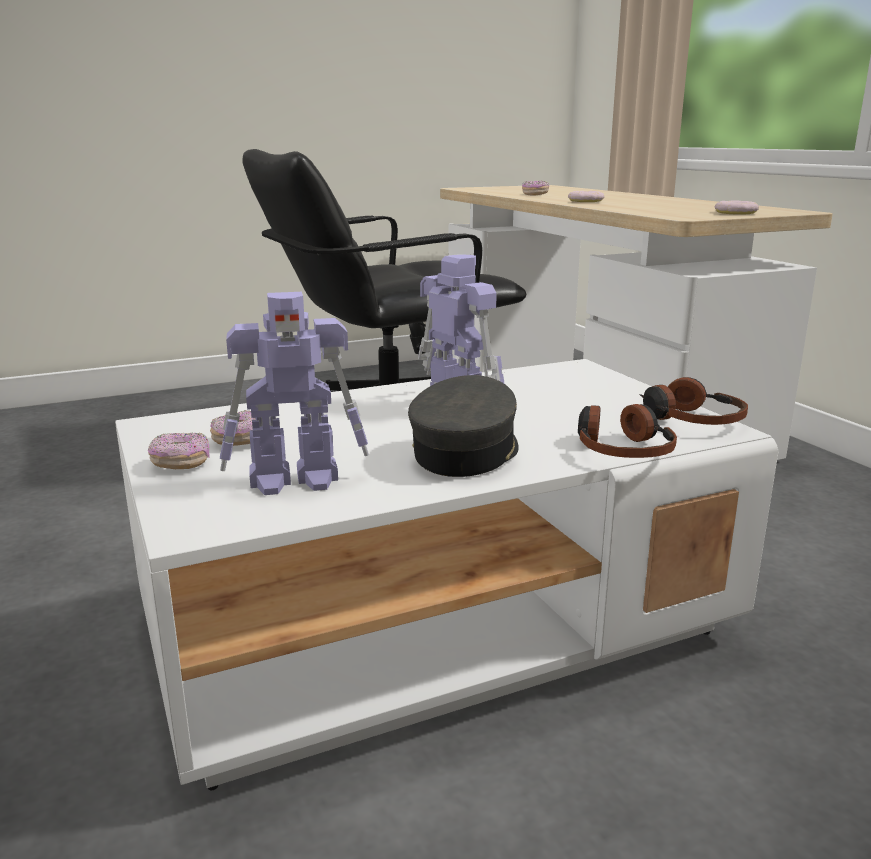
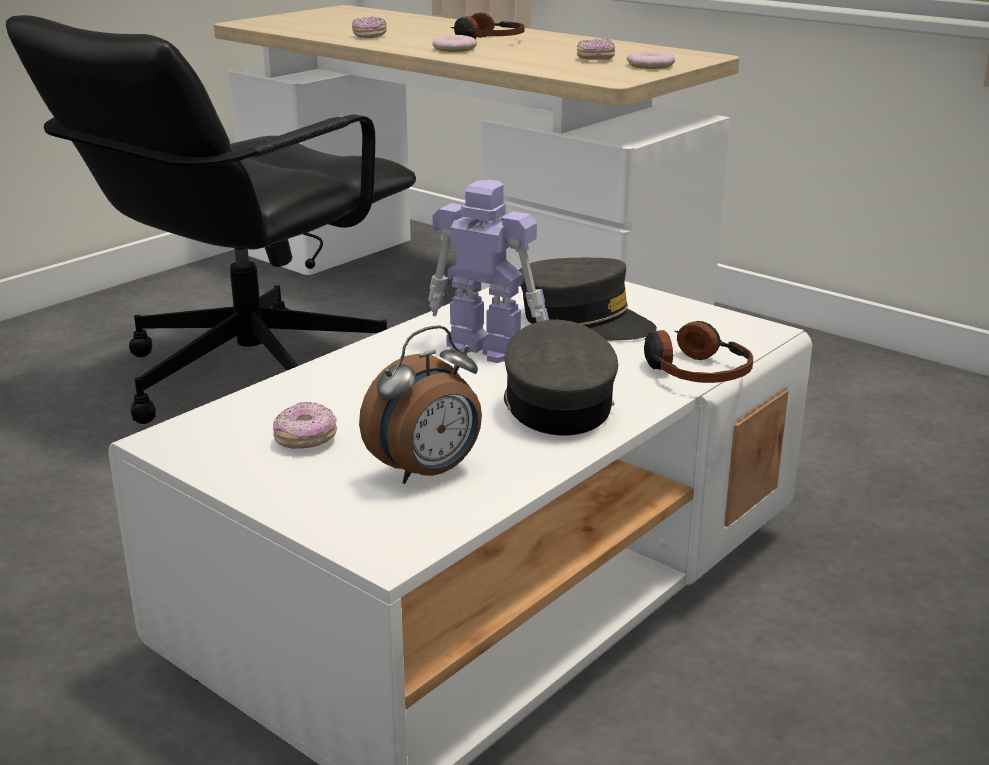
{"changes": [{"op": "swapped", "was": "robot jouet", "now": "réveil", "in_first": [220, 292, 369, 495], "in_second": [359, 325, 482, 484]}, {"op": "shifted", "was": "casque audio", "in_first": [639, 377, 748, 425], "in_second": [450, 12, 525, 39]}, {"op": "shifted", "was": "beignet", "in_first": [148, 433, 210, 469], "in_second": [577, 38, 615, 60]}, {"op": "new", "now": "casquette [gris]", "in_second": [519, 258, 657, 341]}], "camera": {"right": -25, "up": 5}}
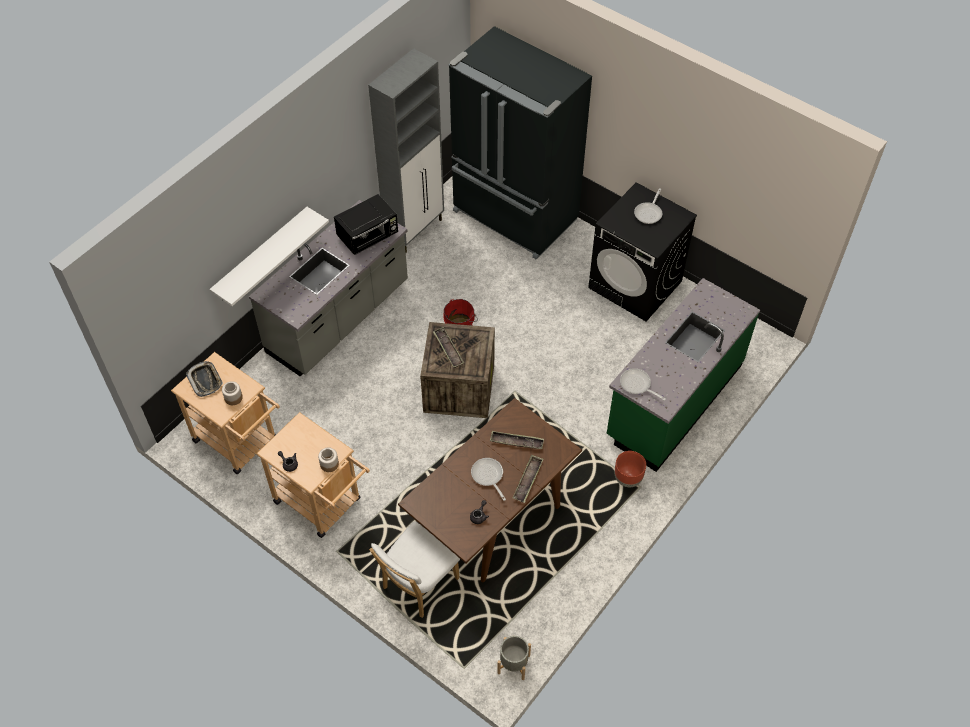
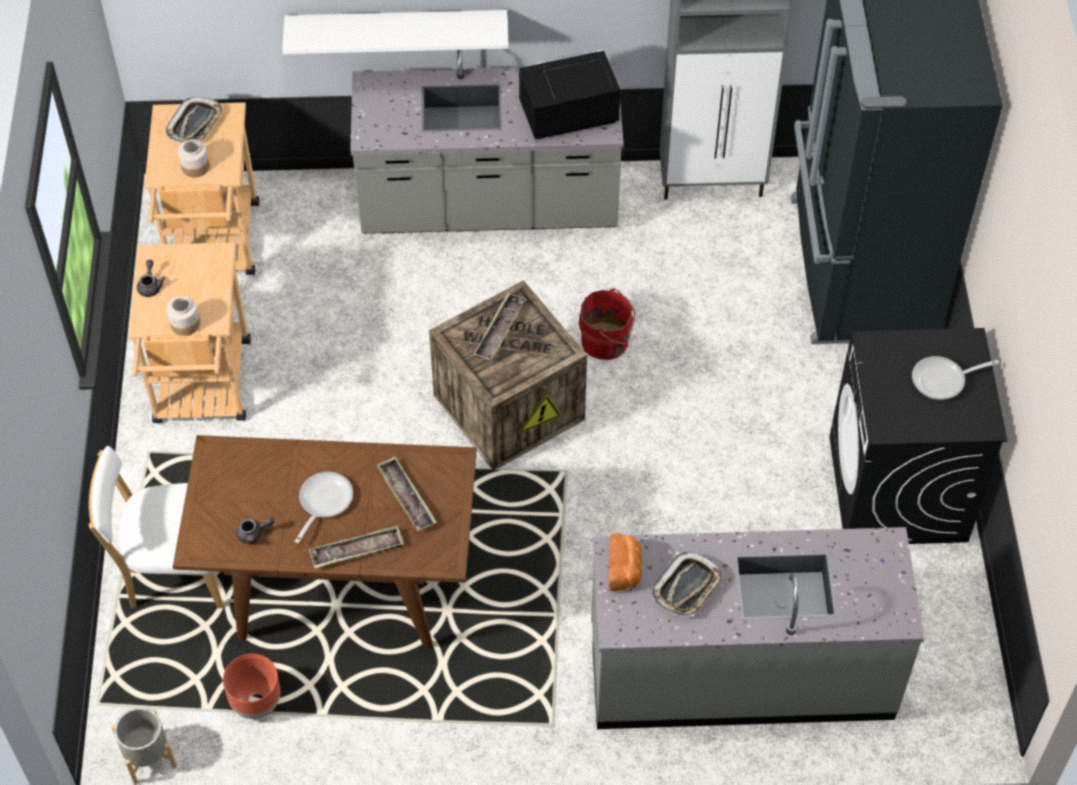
{"changes": [{"op": "rotated", "was": "micro-ondes [noir]", "in_first": [334, 194, 398, 255], "in_second": [519, 50, 621, 139], "clockwise": 150}, {"op": "repainted", "was": "comptoir de cuisine [vert]", "now": "comptoir de cuisine [gris]", "in_first": [607, 278, 760, 472], "in_second": [591, 527, 924, 729]}, {"op": "swapped", "was": "poêle", "now": "pain", "in_first": [620, 368, 666, 401], "in_second": [609, 533, 642, 591]}, {"op": "shifted", "was": "cache-pot [marron]", "in_first": [615, 451, 646, 487], "in_second": [223, 654, 280, 719]}, {"op": "new", "now": "plateau", "in_second": [652, 551, 722, 616]}], "camera": {"right": 50, "up": 0}}
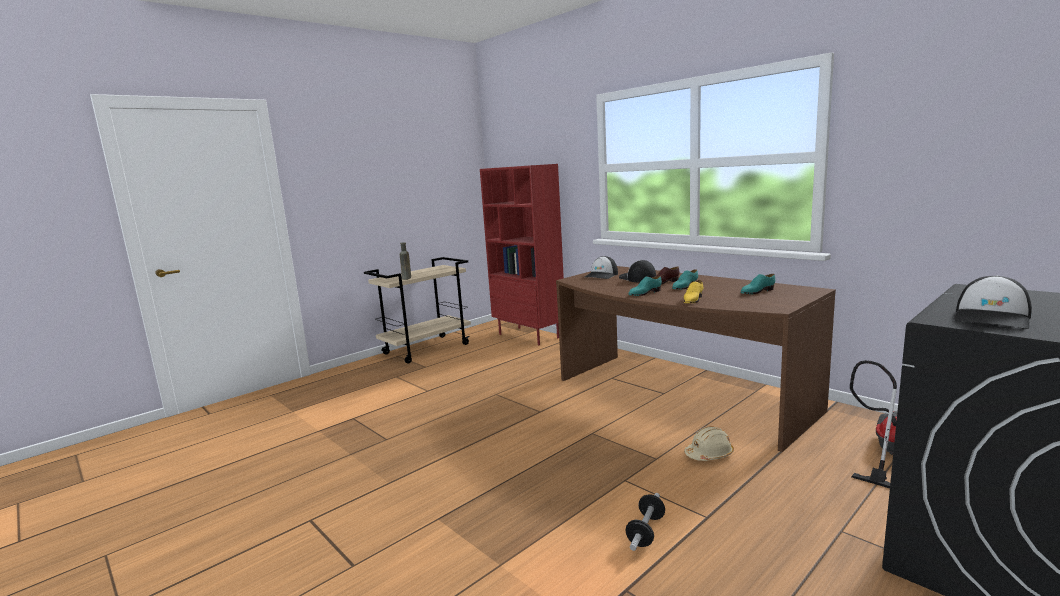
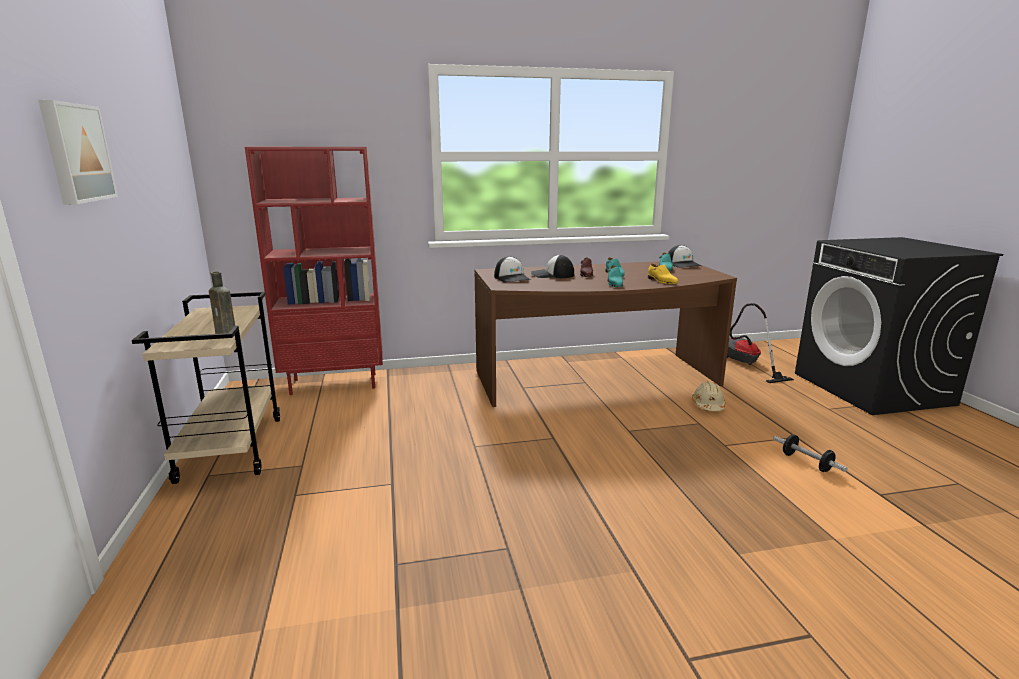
{"changes": [{"op": "shifted", "was": "casquette", "in_first": [954, 275, 1032, 329], "in_second": [668, 245, 701, 268]}, {"op": "new", "now": "tableau", "in_second": [38, 100, 118, 205]}], "camera": {"right": -60, "up": 5}}
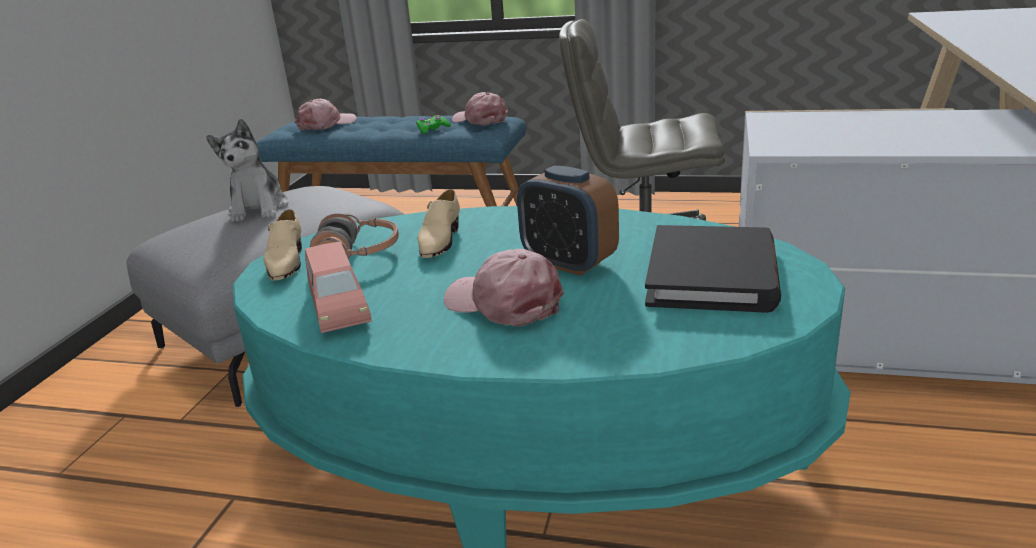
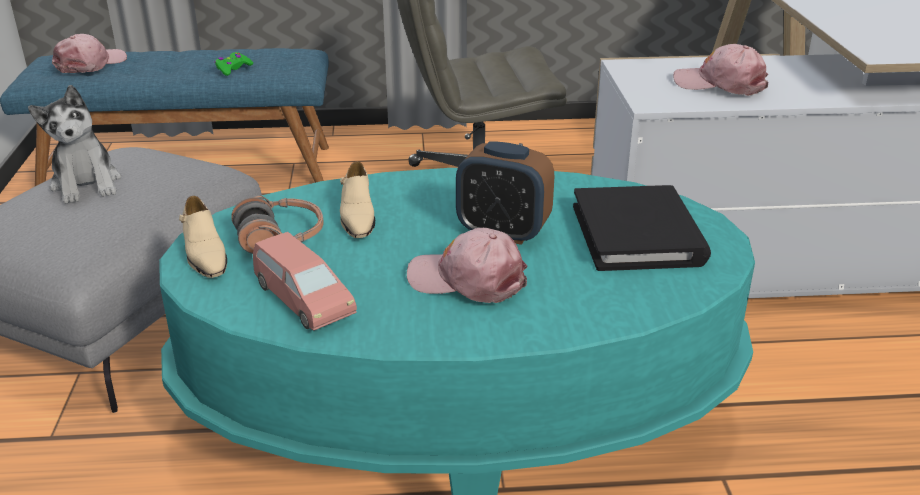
{"changes": [{"op": "shifted", "was": "casquette [rose]", "in_first": [452, 92, 508, 126], "in_second": [674, 44, 768, 96]}], "camera": {"right": -20, "up": 5}}
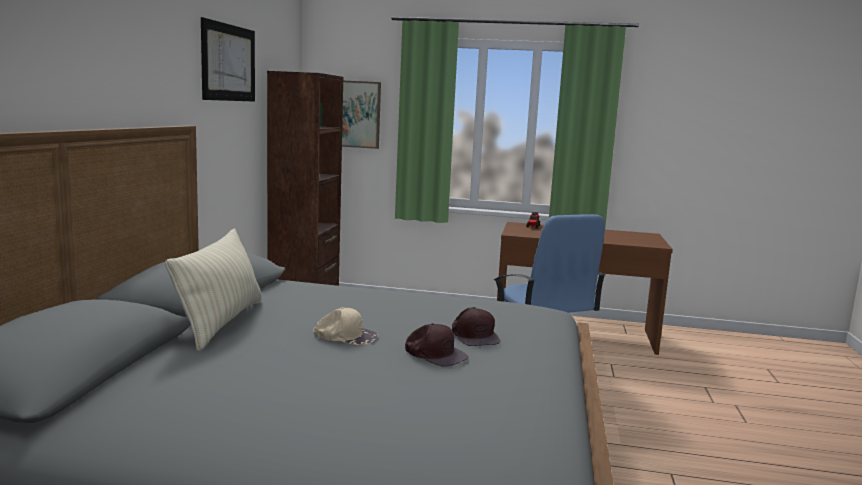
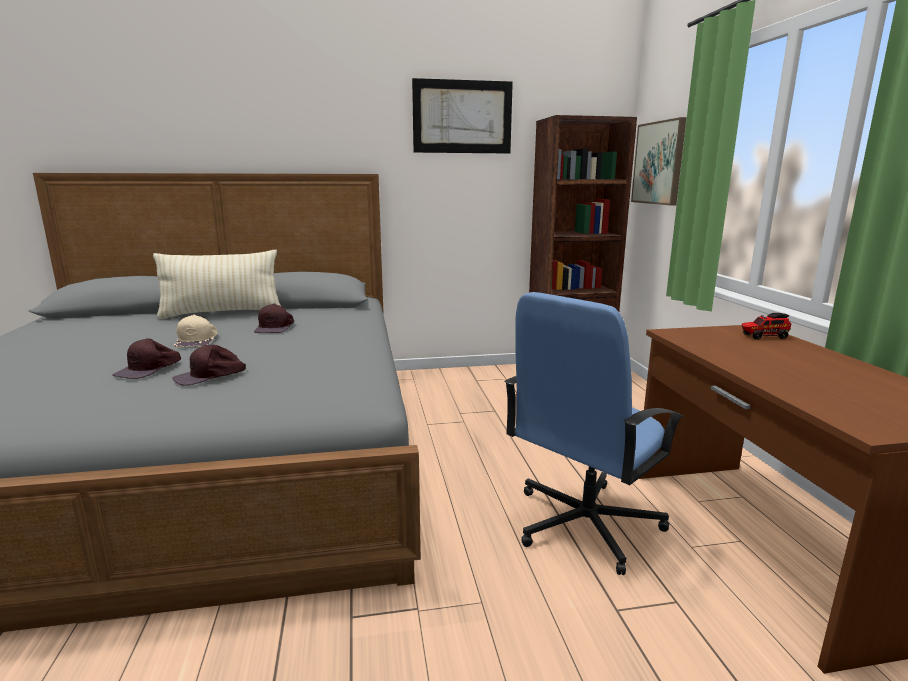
{"changes": [{"op": "new", "now": "casquette [marron]", "in_second": [254, 304, 294, 333]}], "camera": {"right": 70, "up": 5}}
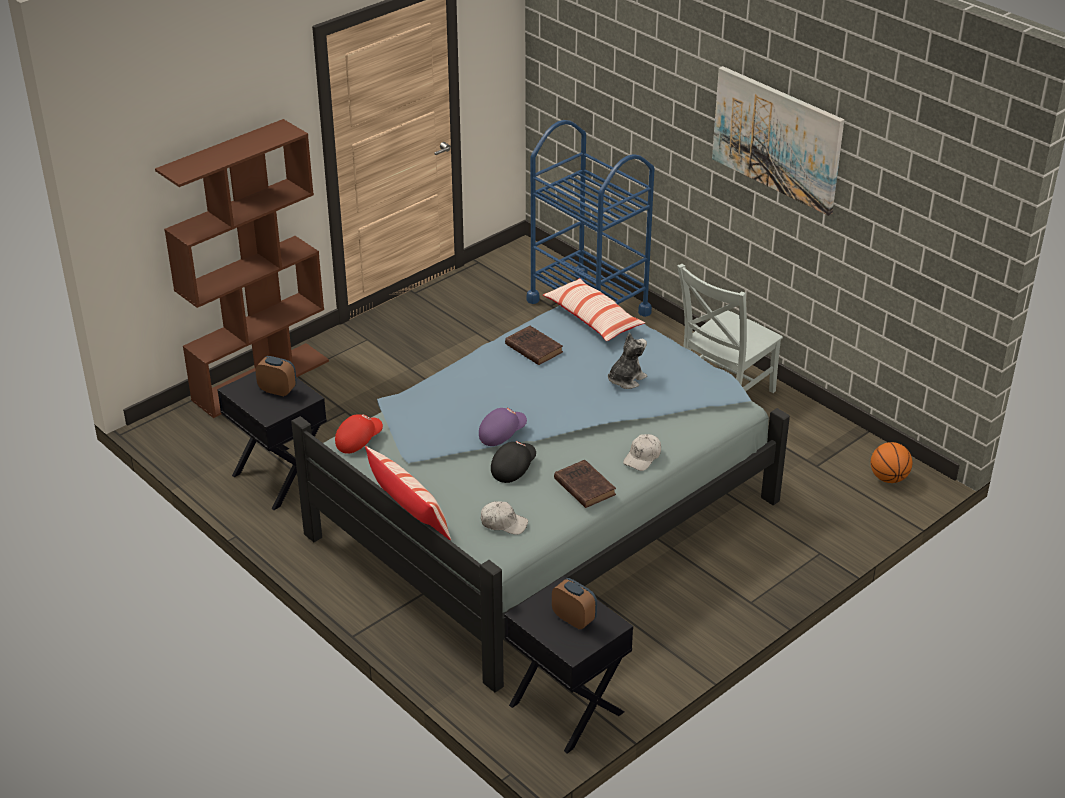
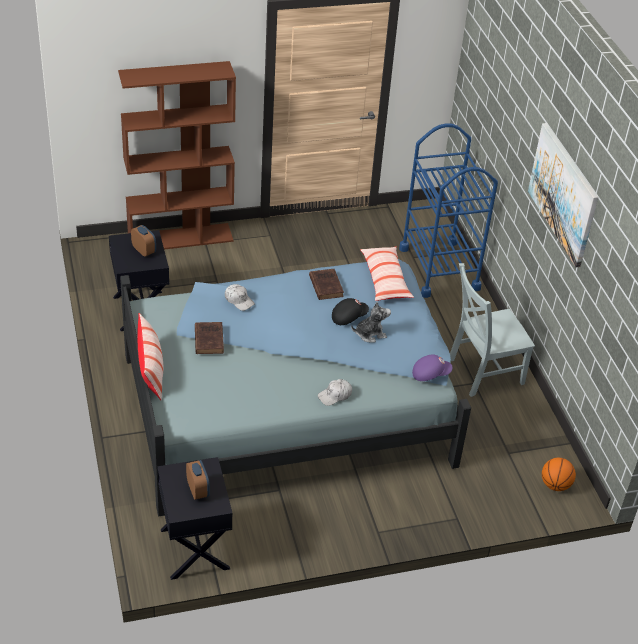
{"changes": [{"op": "shifted", "was": "casquette [violet]", "in_first": [479, 408, 527, 446], "in_second": [412, 354, 452, 381]}, {"op": "gone", "was": "casquette [rouge]", "in_first": [335, 414, 383, 454]}, {"op": "shifted", "was": "casquette [noir]", "in_first": [491, 441, 536, 483], "in_second": [332, 298, 369, 325]}, {"op": "shifted", "was": "livre [marron]", "in_first": [554, 460, 616, 508], "in_second": [195, 322, 224, 354]}, {"op": "shifted", "was": "casquette [blanc]", "in_first": [481, 501, 528, 535], "in_second": [225, 284, 255, 311]}], "camera": {"right": 25, "up": 5}}
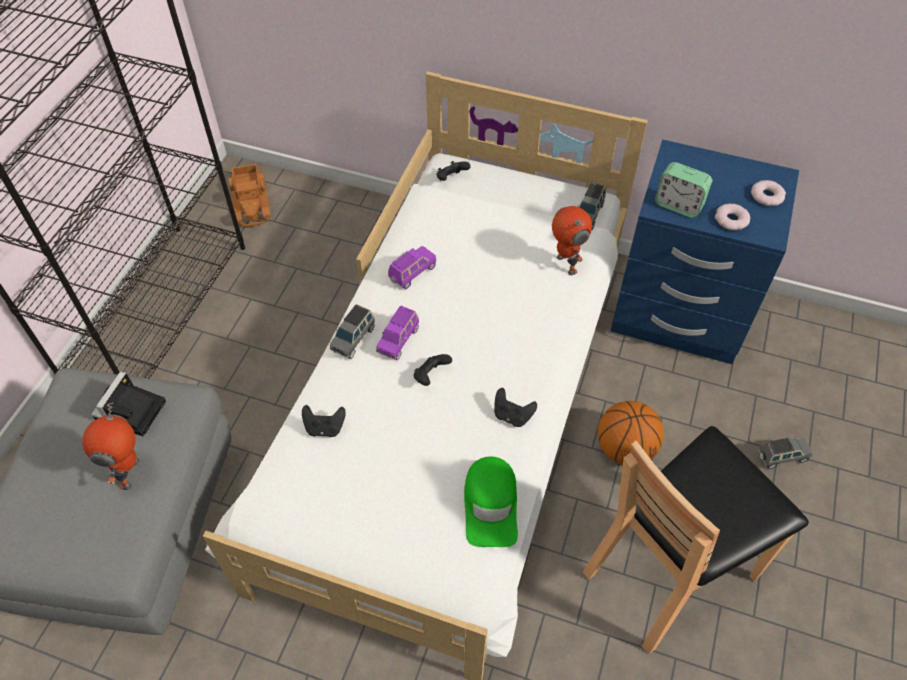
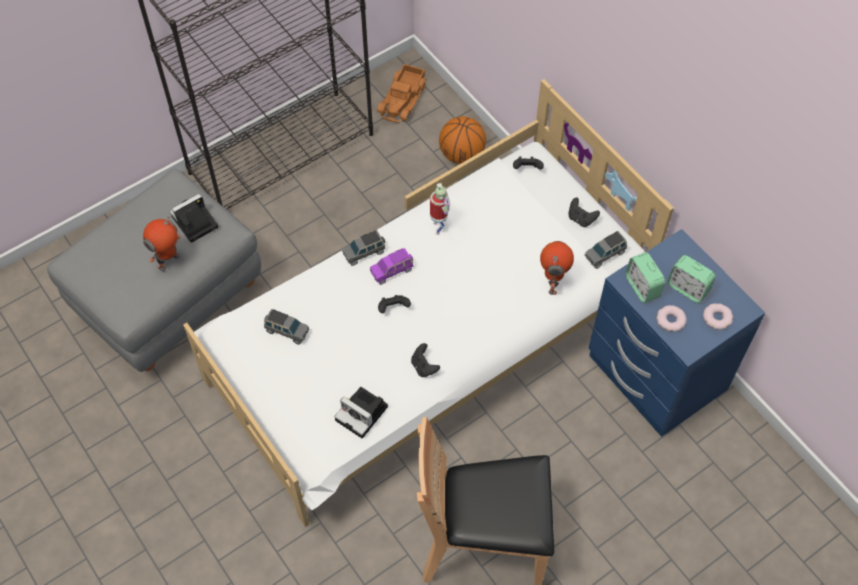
{"changes": [{"op": "swapped", "was": "petite voiture [violet]", "now": "robot jouet", "in_first": [388, 246, 437, 289], "in_second": [430, 183, 450, 235]}, {"op": "shifted", "was": "ballon de basket", "in_first": [598, 401, 664, 465], "in_second": [439, 116, 486, 164]}, {"op": "shifted", "was": "manette [noir]", "in_first": [302, 405, 346, 437], "in_second": [568, 197, 600, 227]}, {"op": "shifted", "was": "petite voiture [gris]", "in_first": [759, 437, 813, 469], "in_second": [264, 309, 309, 345]}, {"op": "swapped", "was": "casquette [vert]", "now": "appareil photo", "in_first": [464, 456, 518, 547], "in_second": [334, 387, 388, 438]}, {"op": "new", "now": "réveil", "in_second": [667, 255, 716, 303]}], "camera": {"right": 35, "up": 5}}
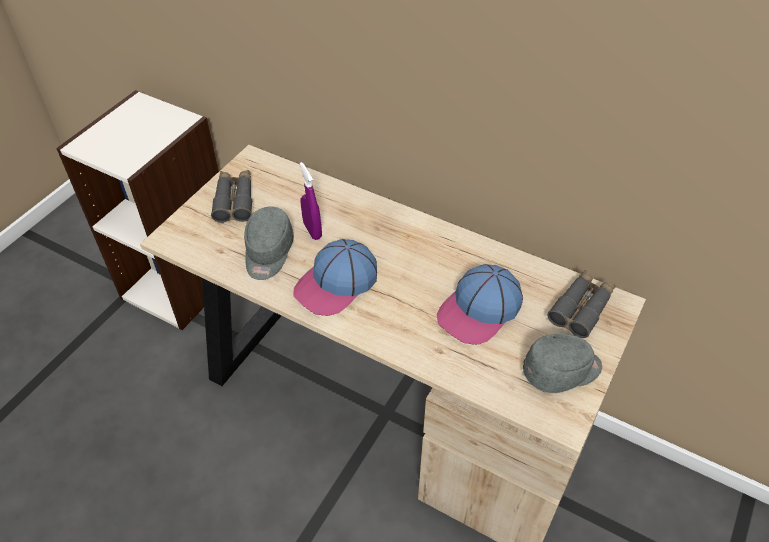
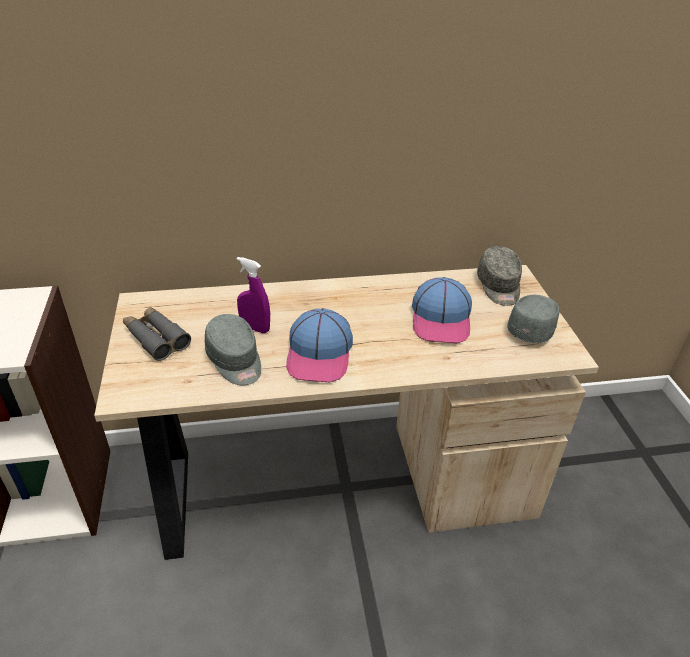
{"changes": [{"op": "swapped", "was": "jumelles [gris]", "now": "casquette [gris]", "in_first": [547, 270, 615, 338], "in_second": [477, 246, 522, 306]}], "camera": {"right": -40, "up": -10}}
